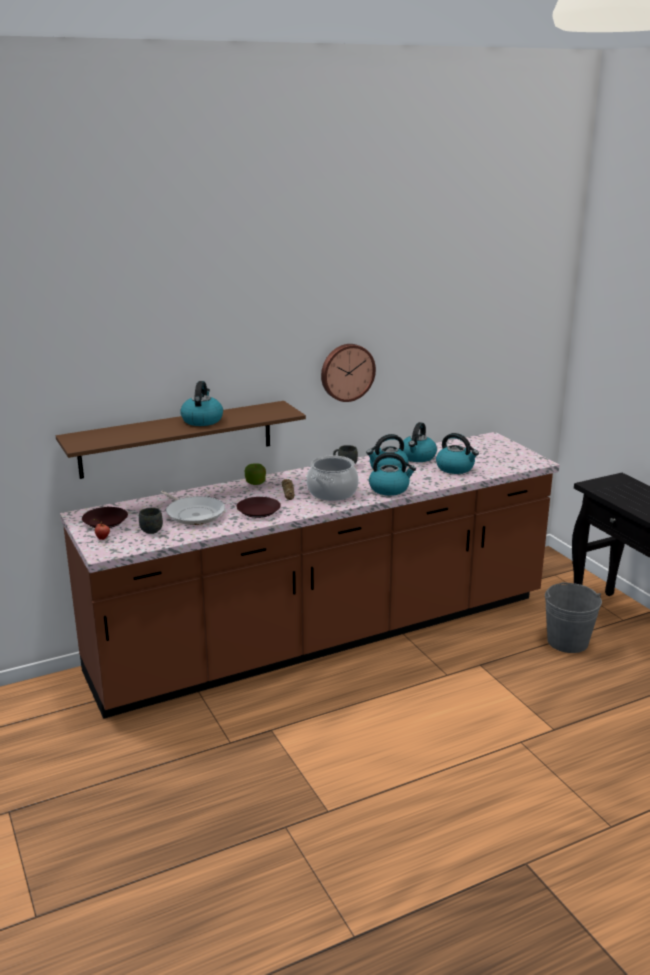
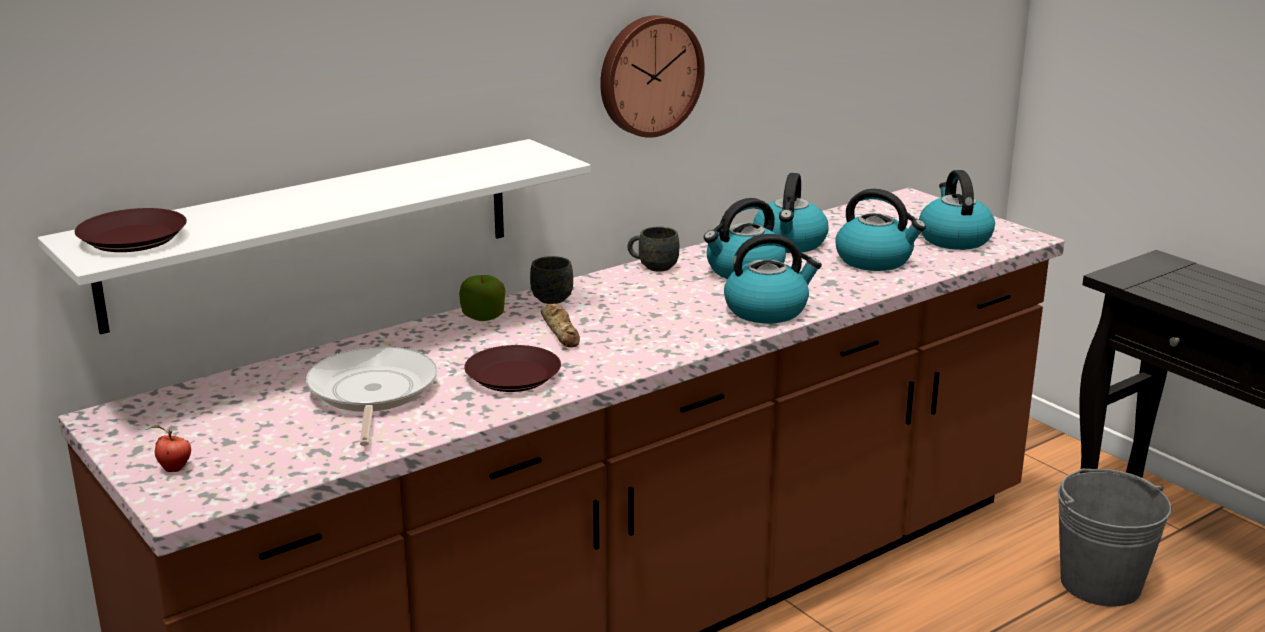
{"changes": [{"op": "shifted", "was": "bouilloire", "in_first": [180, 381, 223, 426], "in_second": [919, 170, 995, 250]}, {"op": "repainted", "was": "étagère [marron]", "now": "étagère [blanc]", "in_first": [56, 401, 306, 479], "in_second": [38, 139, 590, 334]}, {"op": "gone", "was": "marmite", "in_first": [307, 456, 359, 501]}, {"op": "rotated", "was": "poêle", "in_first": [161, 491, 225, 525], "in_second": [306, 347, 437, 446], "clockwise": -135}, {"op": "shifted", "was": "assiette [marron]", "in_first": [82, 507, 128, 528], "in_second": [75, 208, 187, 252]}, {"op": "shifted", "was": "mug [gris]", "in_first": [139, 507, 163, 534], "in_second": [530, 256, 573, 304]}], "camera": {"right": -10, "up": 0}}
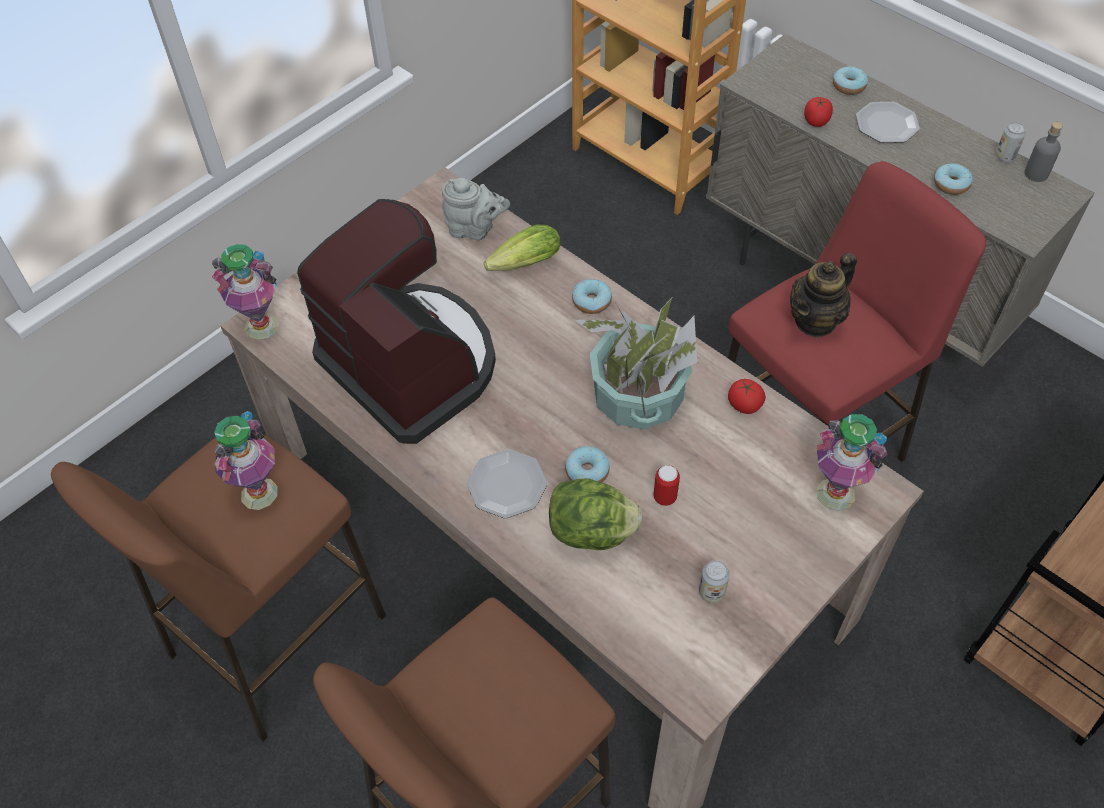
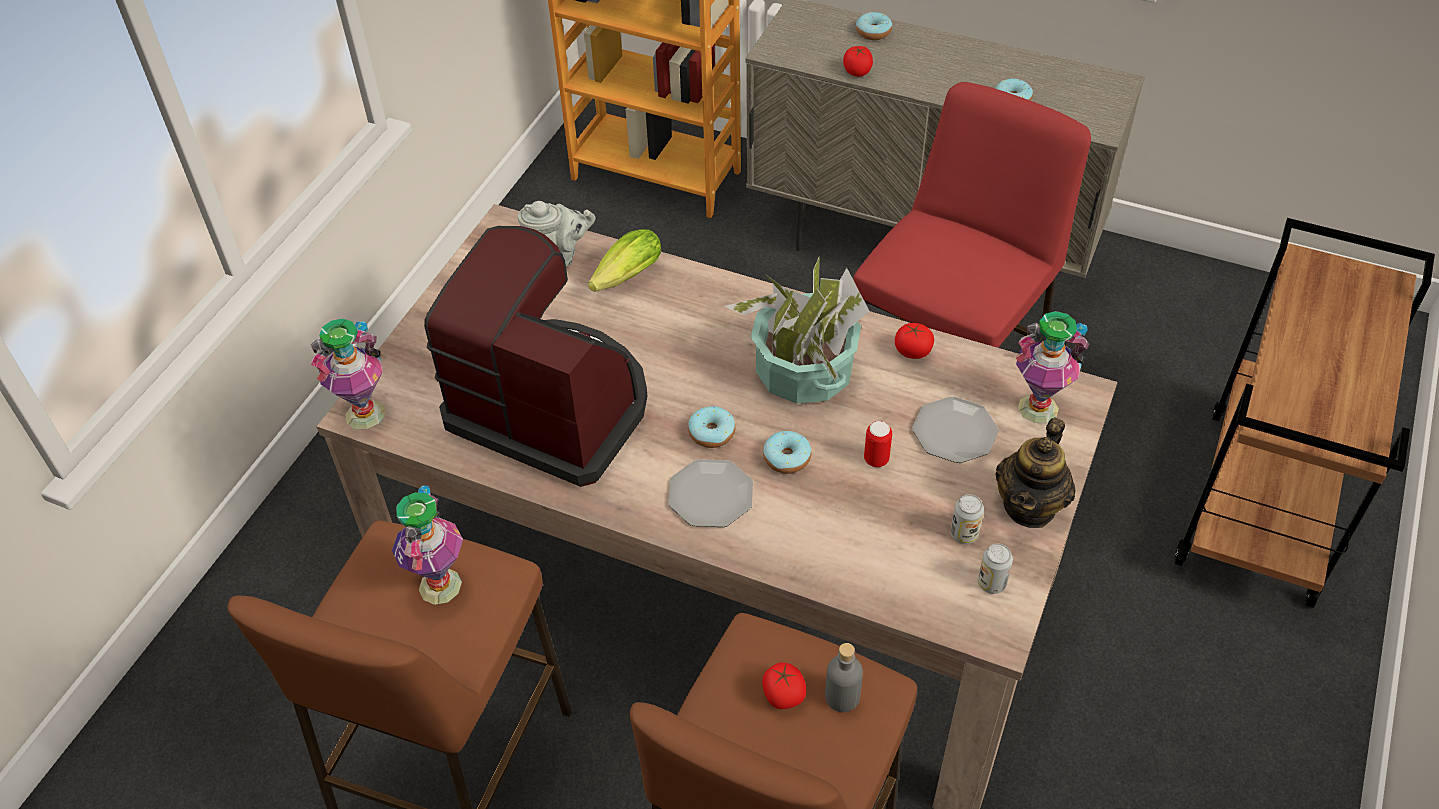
{"changes": [{"op": "shifted", "was": "assiette", "in_first": [856, 102, 920, 143], "in_second": [912, 397, 999, 463]}, {"op": "shifted", "was": "boîte métallique", "in_first": [996, 122, 1026, 162], "in_second": [978, 543, 1013, 594]}, {"op": "shifted", "was": "bouteille [gris]", "in_first": [1024, 122, 1063, 182], "in_second": [825, 643, 863, 712]}, {"op": "shifted", "was": "théière", "in_first": [790, 253, 857, 338], "in_second": [995, 418, 1076, 528]}, {"op": "shifted", "was": "beignet", "in_first": [572, 279, 612, 314], "in_second": [688, 406, 735, 448]}, {"op": "gone", "was": "laitue", "in_first": [549, 478, 643, 550]}, {"op": "new", "now": "tomate", "in_second": [762, 662, 806, 709]}], "camera": {"right": -20, "up": -5}}
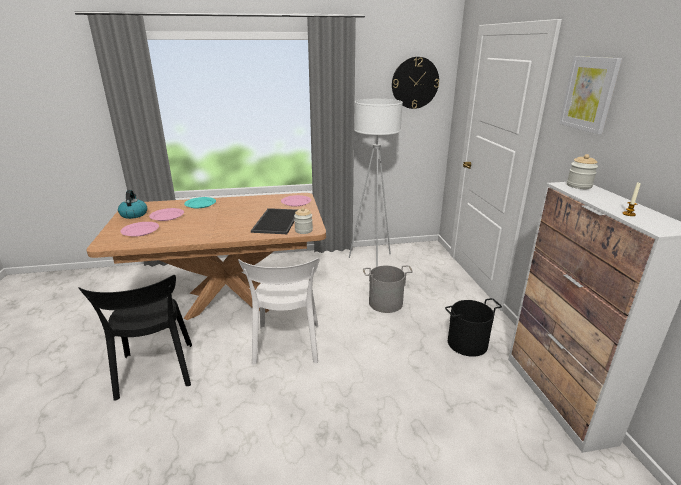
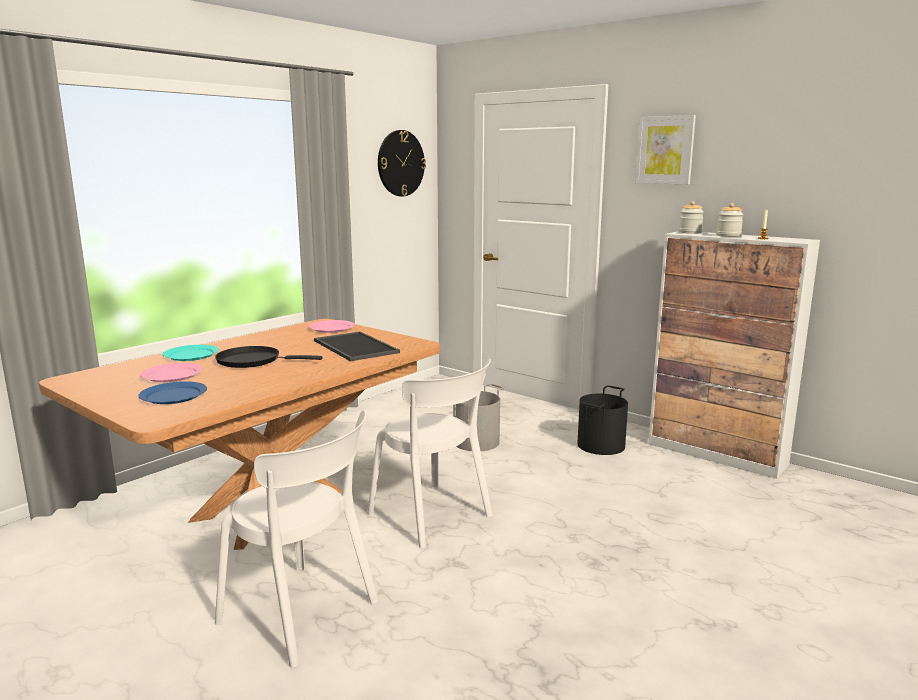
{"changes": [{"op": "gone", "was": "lampadaire [blanc]", "in_first": [349, 99, 403, 267]}, {"op": "gone", "was": "bouilloire", "in_first": [118, 190, 147, 219]}, {"op": "shifted", "was": "bocal", "in_first": [294, 208, 313, 234], "in_second": [716, 203, 744, 237]}, {"op": "repainted", "was": "assiette [rose]", "now": "assiette [bleu]", "in_first": [120, 222, 159, 237], "in_second": [138, 381, 207, 404]}, {"op": "repainted", "was": "chaise [noir]", "now": "chaise [blanc]", "in_first": [78, 275, 192, 401], "in_second": [215, 410, 378, 668]}, {"op": "new", "now": "poêle [noir]", "in_second": [215, 346, 322, 368]}], "camera": {"right": -40, "up": -10}}
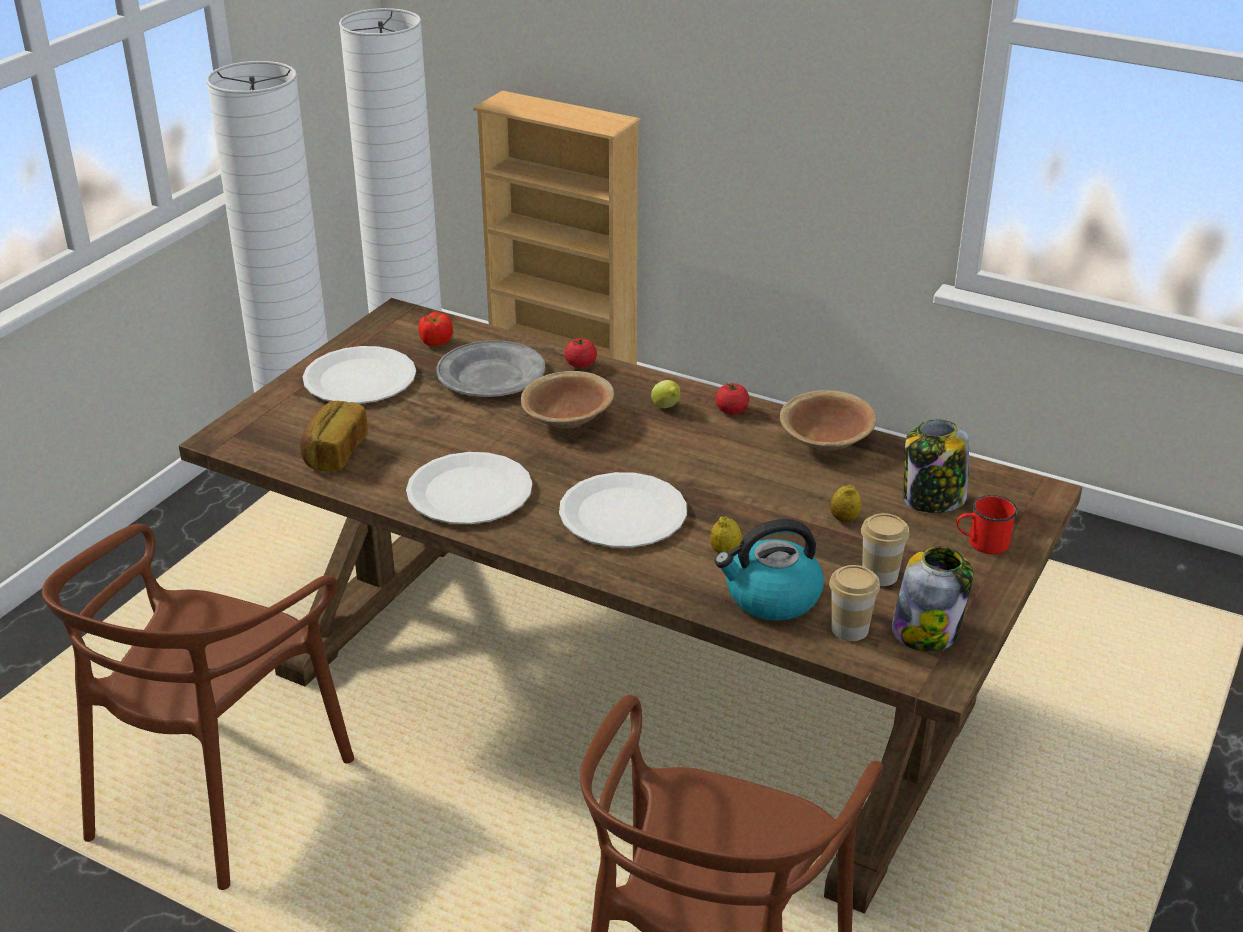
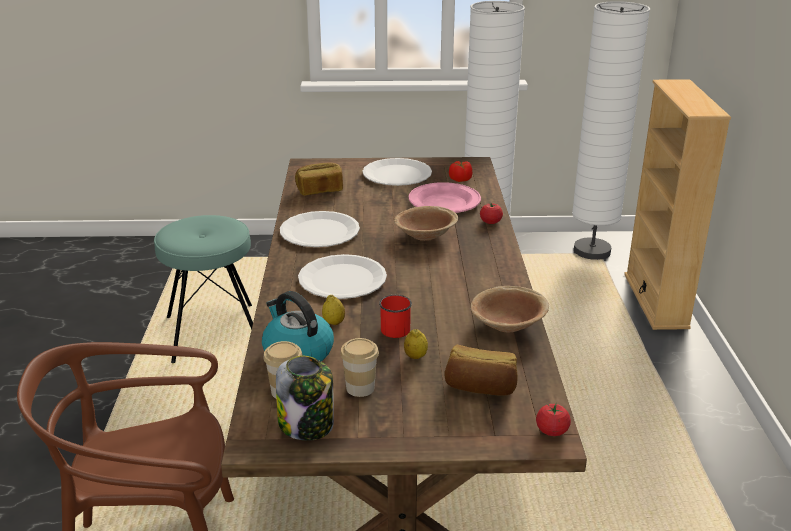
{"changes": [{"op": "repainted", "was": "assiette [gris]", "now": "assiette [rose]", "in_first": [436, 340, 545, 397], "in_second": [409, 182, 481, 213]}, {"op": "gone", "was": "citron", "in_first": [651, 380, 680, 408]}, {"op": "shifted", "was": "tomate", "in_first": [715, 383, 749, 415], "in_second": [536, 403, 571, 436]}, {"op": "swapped", "was": "bocal", "now": "pain", "in_first": [904, 420, 969, 513], "in_second": [445, 345, 518, 395]}, {"op": "shifted", "was": "mug [rouge]", "in_first": [956, 495, 1017, 554], "in_second": [379, 295, 412, 338]}, {"op": "swapped", "was": "chaise [marron]", "now": "tabouret [turquoise]", "in_first": [42, 524, 354, 890], "in_second": [154, 215, 253, 363]}], "camera": {"right": 60, "up": -5}}
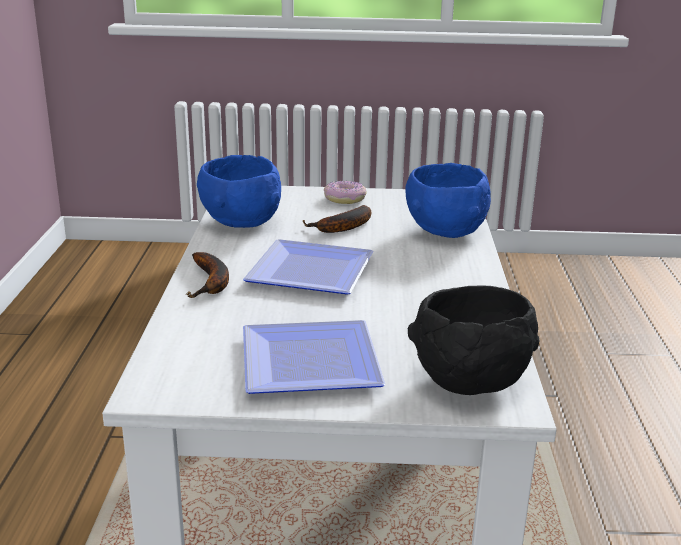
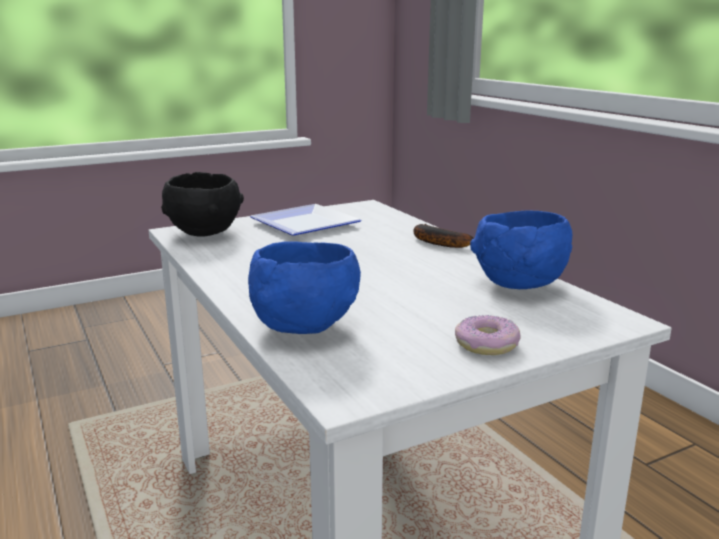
{"changes": [{"op": "gone", "was": "banane", "in_first": [303, 205, 371, 233]}, {"op": "gone", "was": "assiette", "in_first": [243, 239, 373, 295]}], "camera": {"right": 150, "up": -5}}
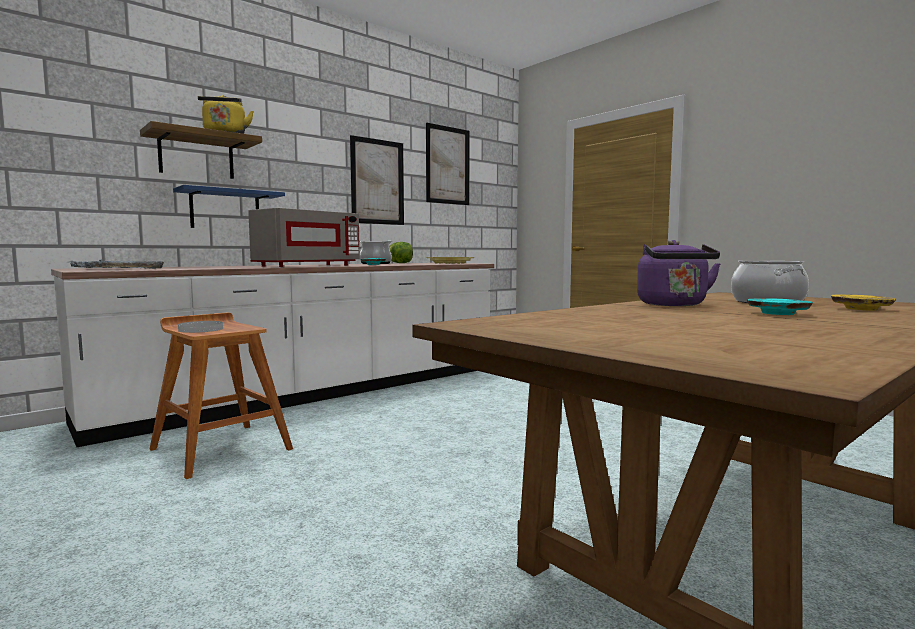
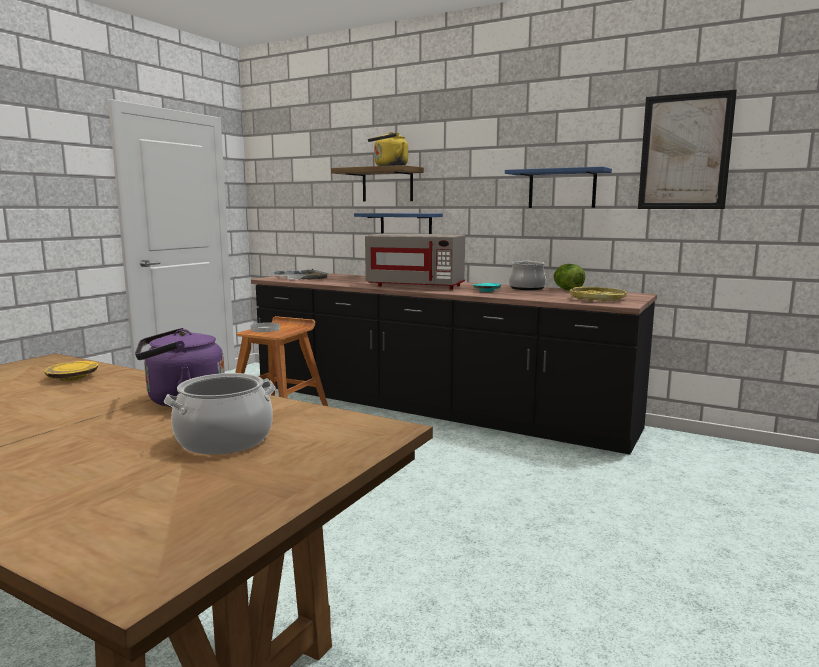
{"changes": [{"op": "swapped", "was": "tableau", "now": "étagère [bleu]", "in_first": [350, 135, 404, 225], "in_second": [505, 167, 612, 208]}, {"op": "repainted", "was": "comptoir de cuisine [blanc]", "now": "comptoir de cuisine [noir]", "in_first": [51, 263, 494, 447], "in_second": [251, 273, 657, 455]}, {"op": "shifted", "was": "assiette [jaune]", "in_first": [831, 294, 896, 311], "in_second": [44, 361, 98, 381]}, {"op": "gone", "was": "assiette [turquoise]", "in_first": [747, 298, 813, 315]}], "camera": {"right": 70, "up": 5}}
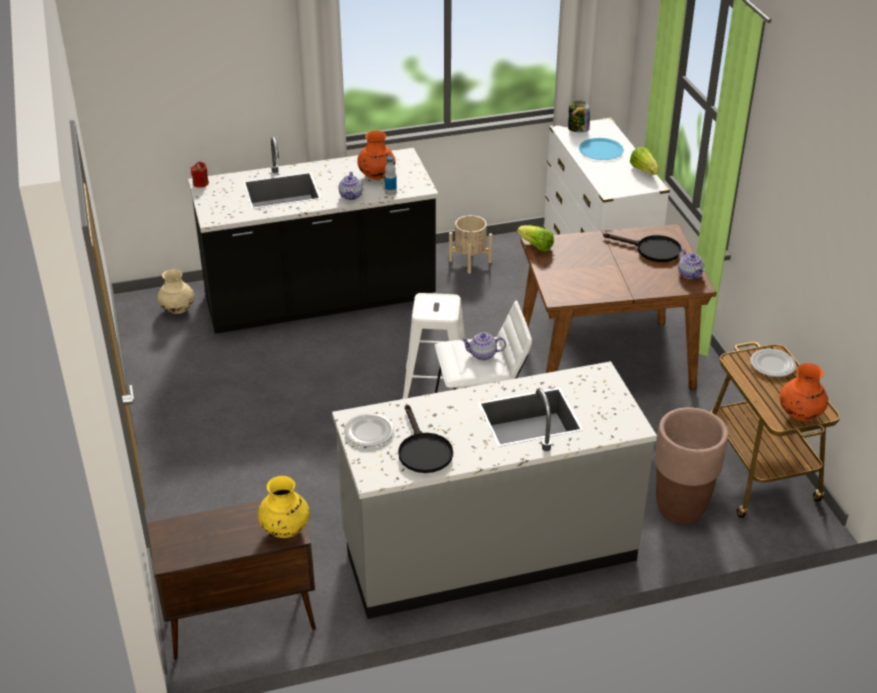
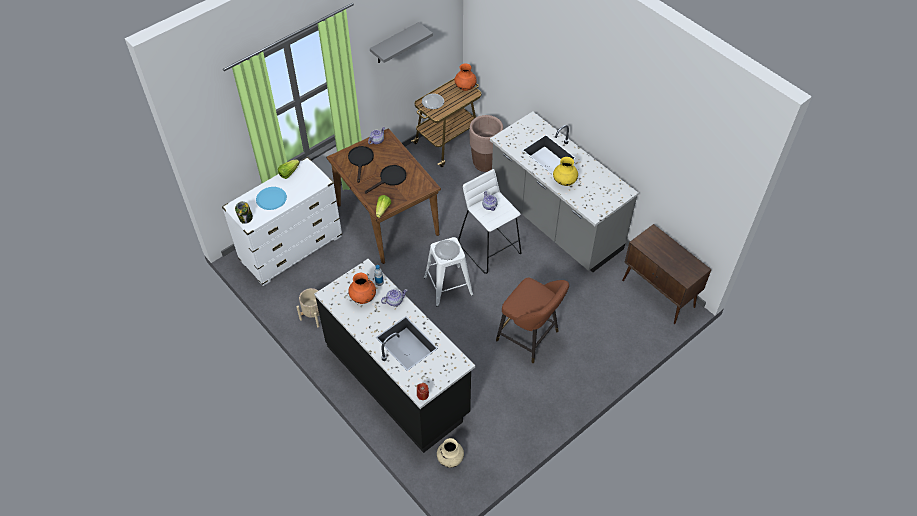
{"changes": [{"op": "shifted", "was": "poêle [noir]", "in_first": [398, 404, 453, 473], "in_second": [365, 165, 407, 194]}, {"op": "shifted", "was": "assiette", "in_first": [344, 414, 394, 447], "in_second": [434, 240, 460, 260]}, {"op": "shifted", "was": "vase [jaune]", "in_first": [258, 476, 310, 538], "in_second": [553, 157, 578, 186]}, {"op": "new", "now": "étagère [gris]", "in_second": [370, 22, 433, 63]}, {"op": "new", "now": "tabouret [marron]", "in_second": [496, 278, 569, 363]}], "camera": {"right": -115, "up": 15}}
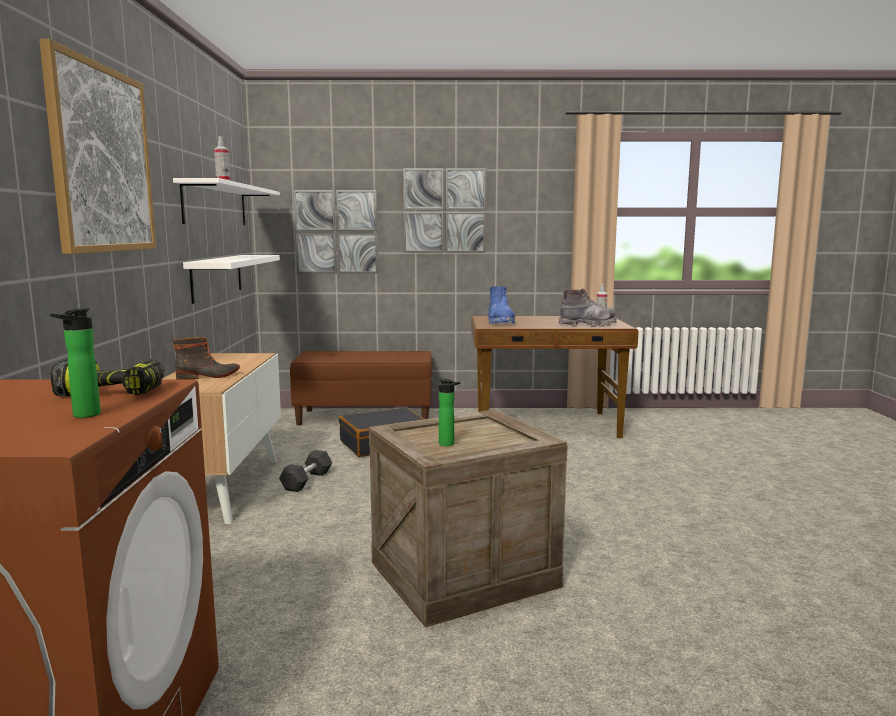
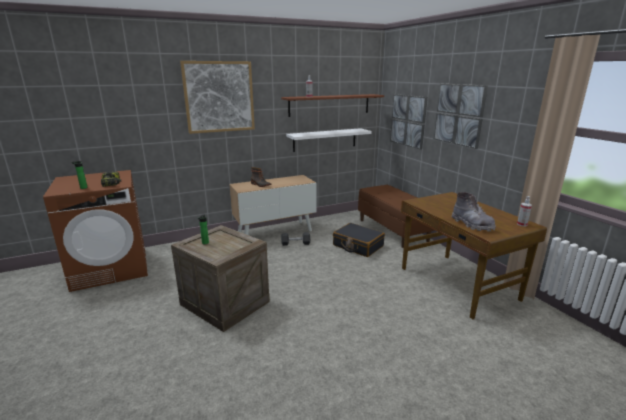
{"changes": [{"op": "repainted", "was": "étagère [blanc]", "now": "étagère [marron]", "in_first": [173, 178, 280, 225], "in_second": [281, 94, 384, 117]}, {"op": "gone", "was": "botte [bleu]", "in_first": [488, 286, 515, 324]}], "camera": {"right": 65, "up": 10}}
